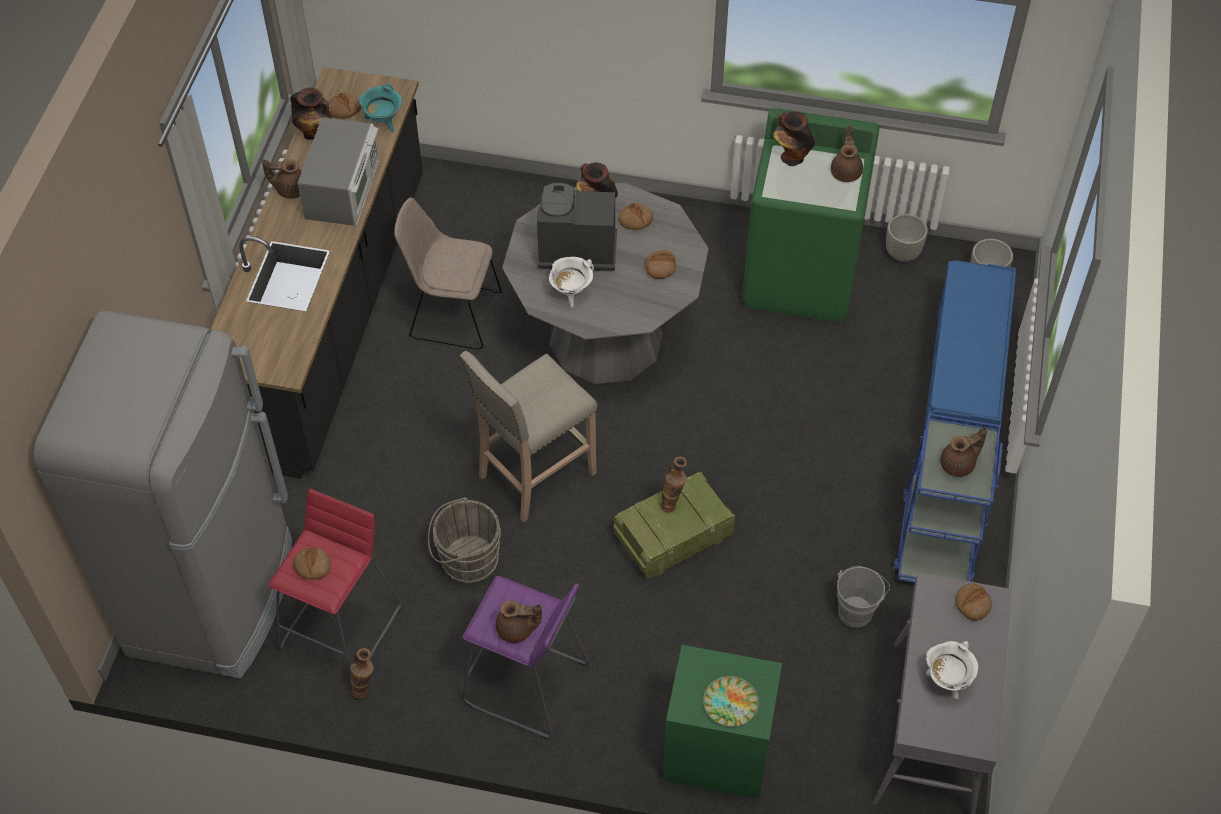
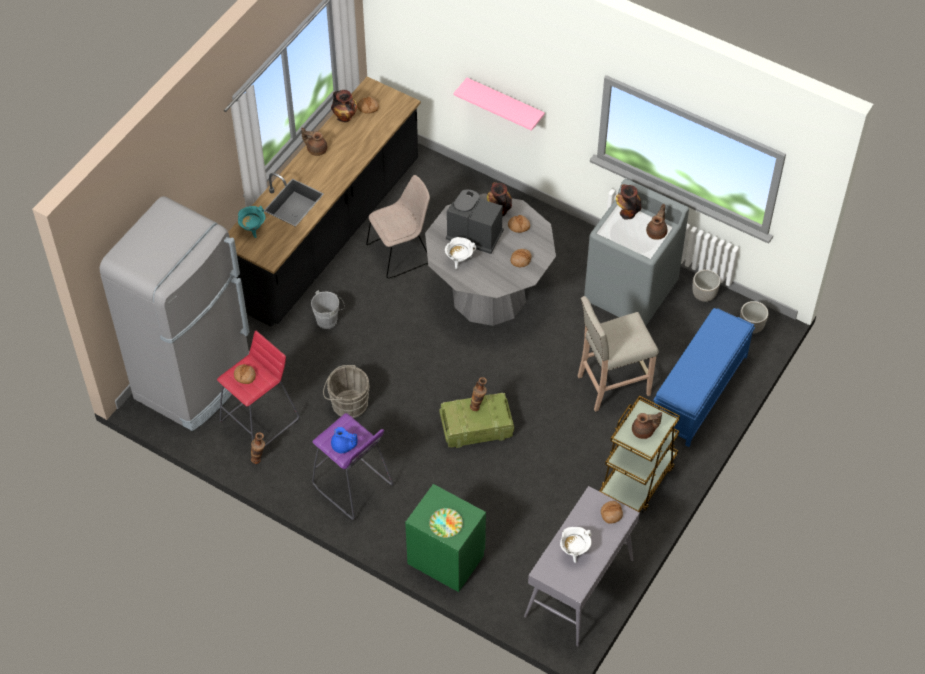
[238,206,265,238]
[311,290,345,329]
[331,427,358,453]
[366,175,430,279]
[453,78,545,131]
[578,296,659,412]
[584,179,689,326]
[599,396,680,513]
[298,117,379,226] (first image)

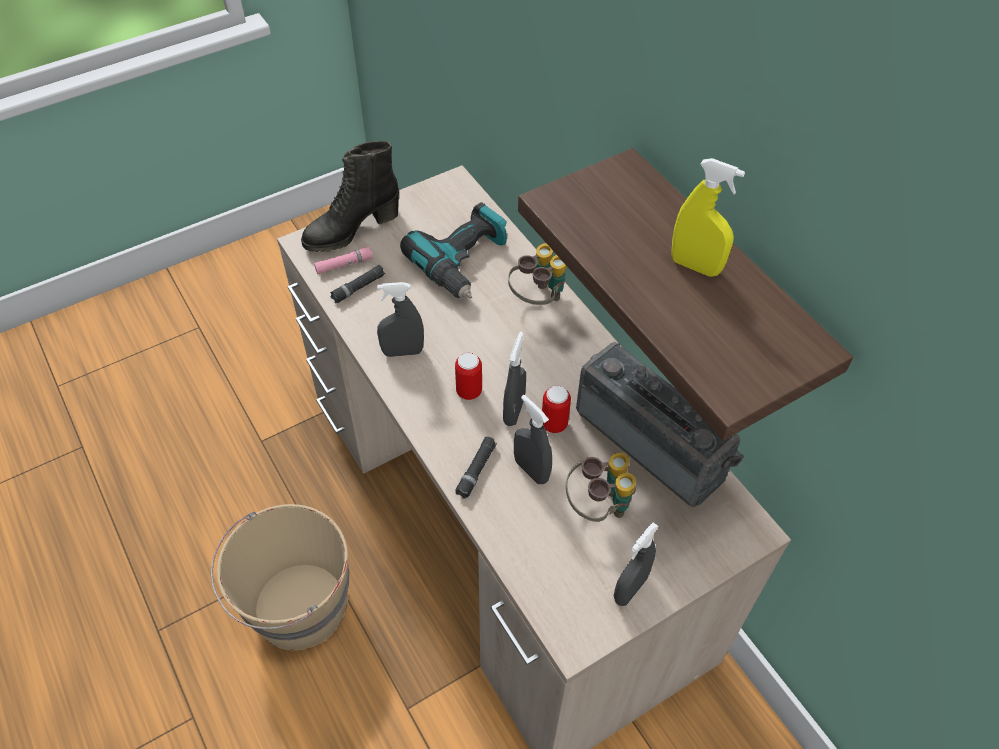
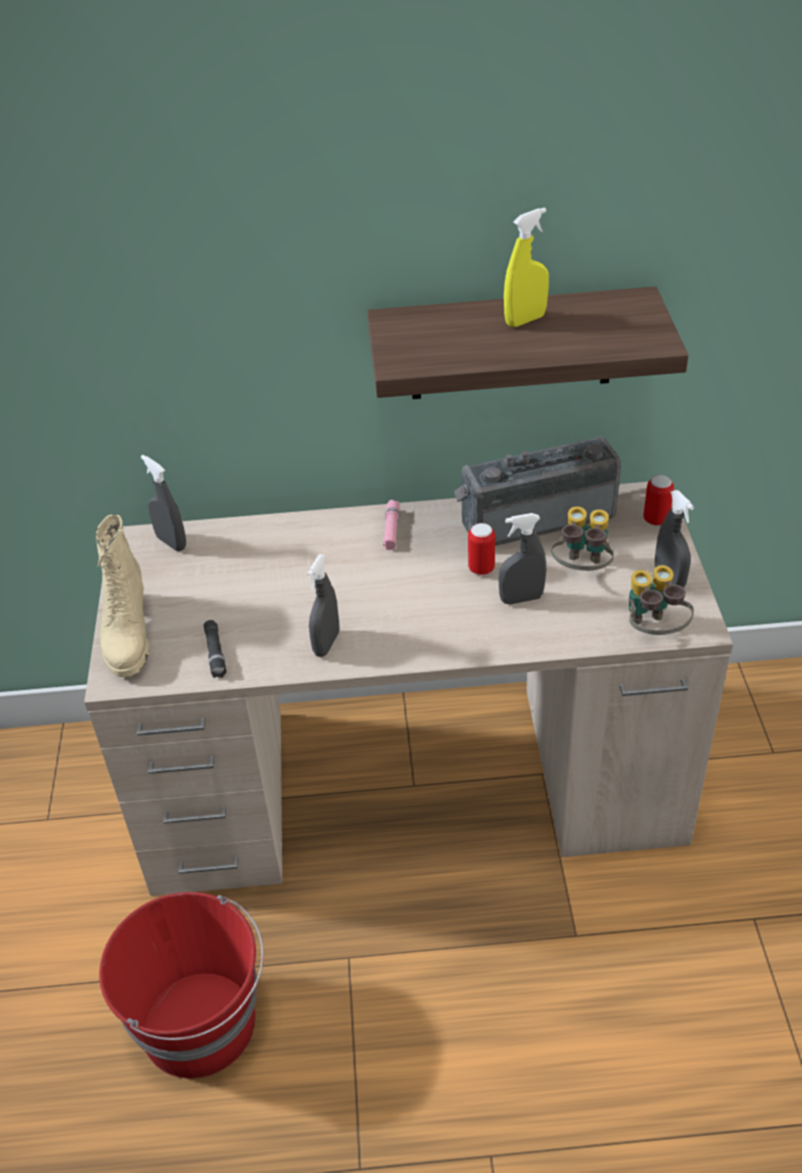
[96,514,150,677]
[99,892,264,1079]
[141,455,186,551]
[383,500,400,550]
[629,565,694,635]
[643,475,674,526]
[211,504,349,651] (first image)
[400,202,507,299] (first image)
[455,436,497,499] (first image)

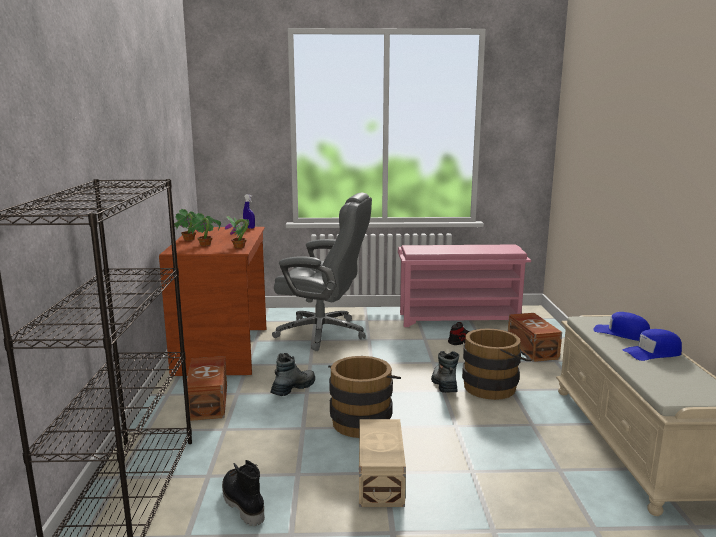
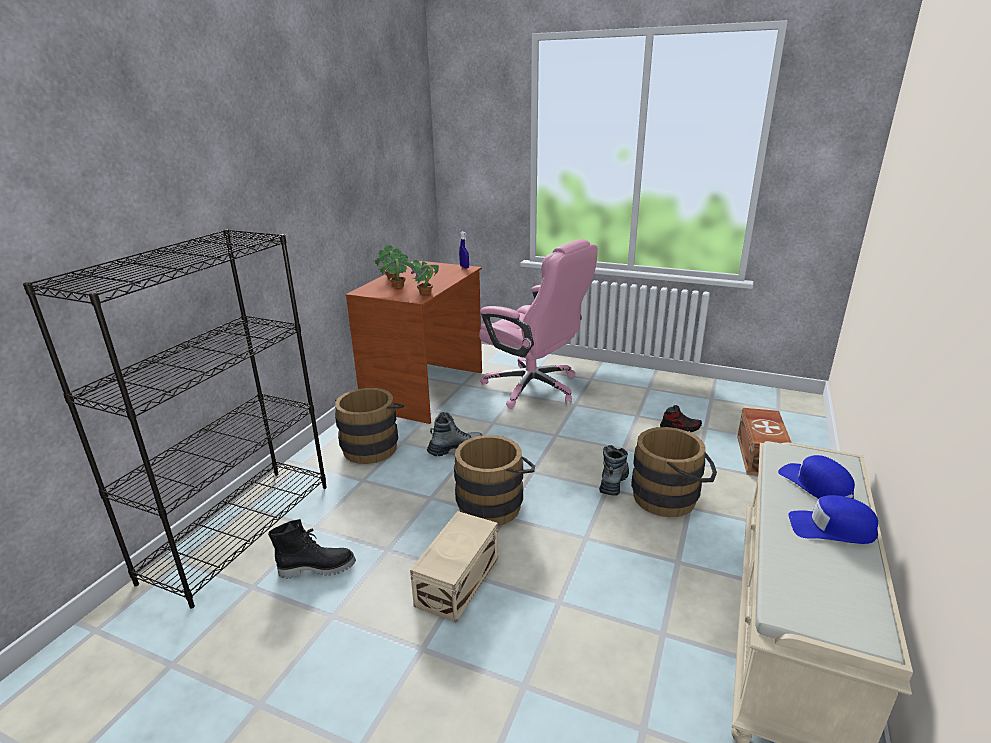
[268,519,356,579]
[335,388,404,464]
[479,239,598,409]
[398,245,531,327] (first image)

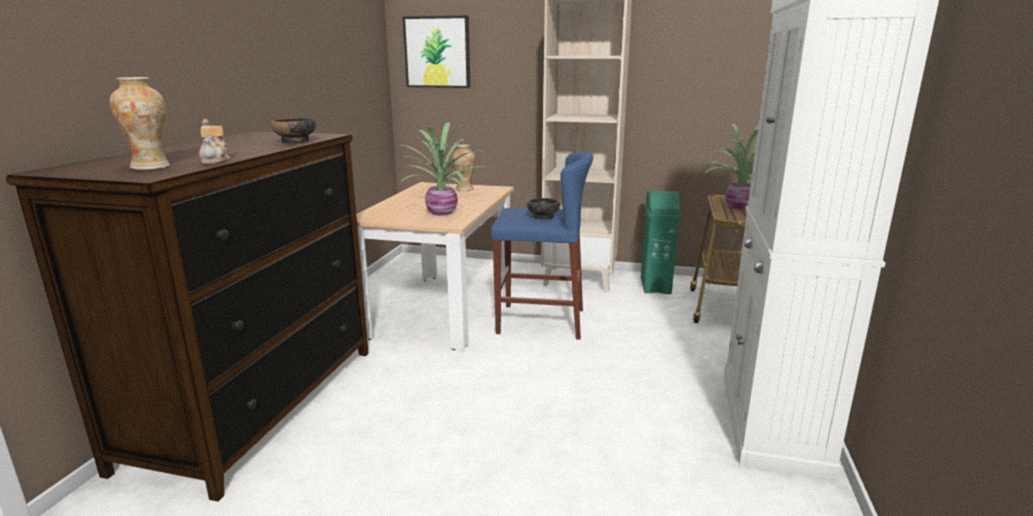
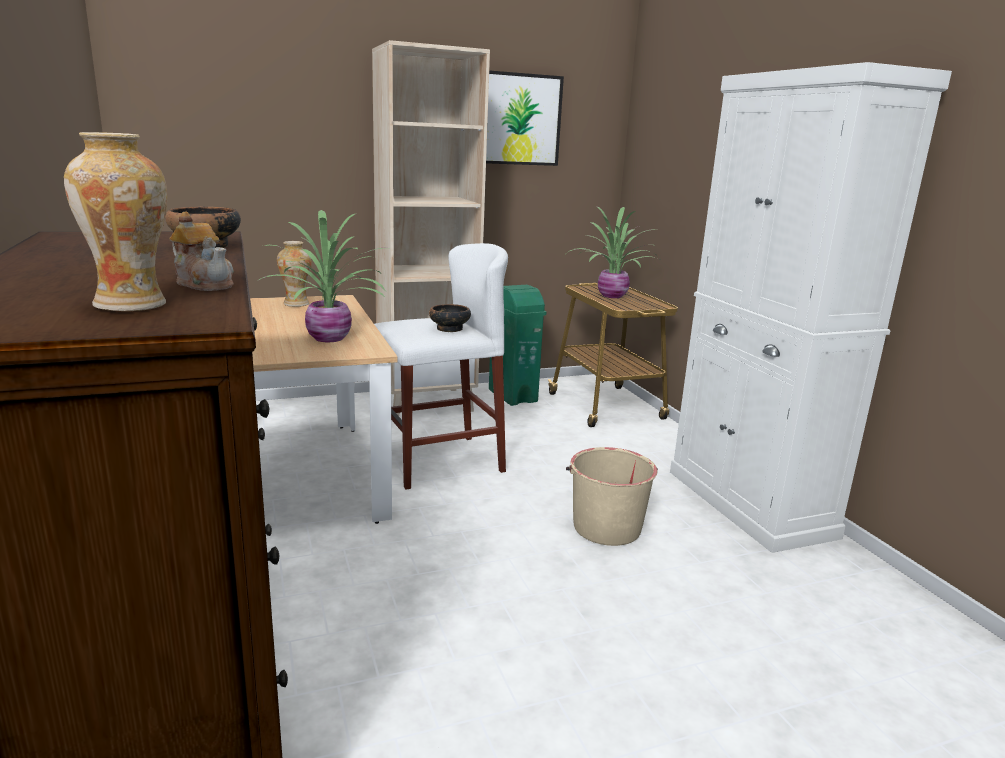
[374,243,508,490]
[486,70,564,166]
[566,447,658,546]

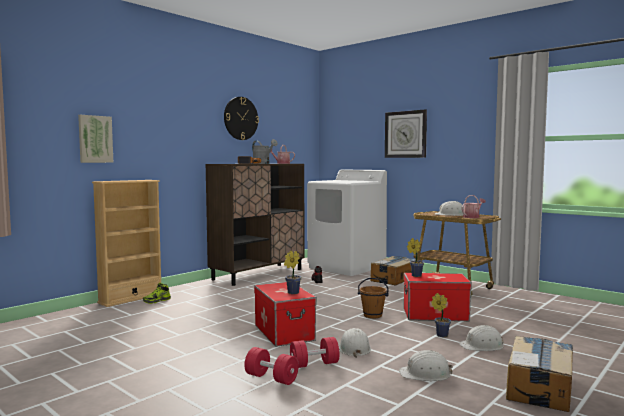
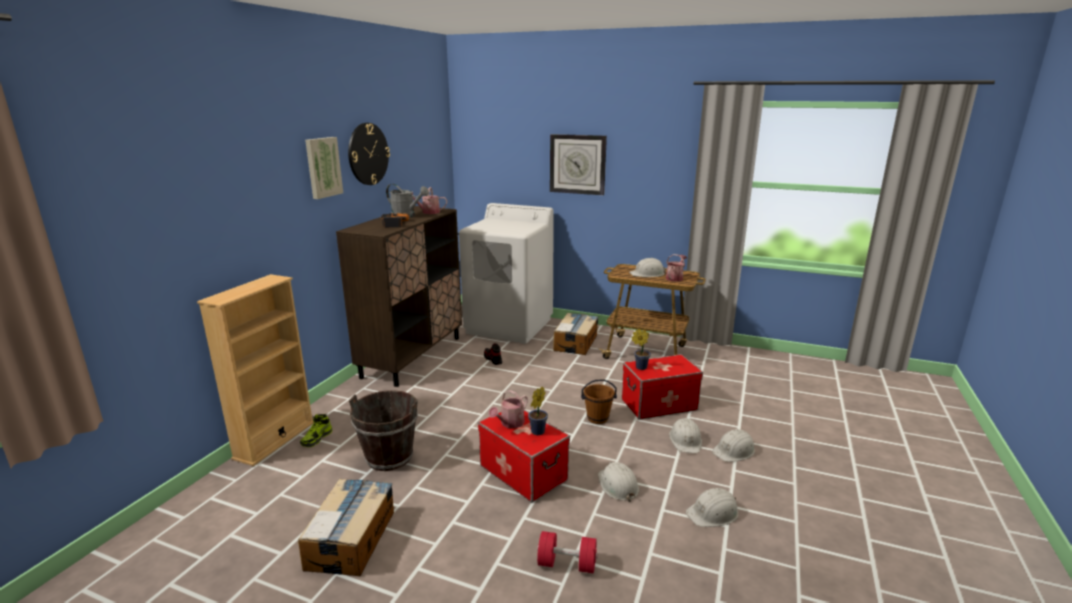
[298,479,394,576]
[305,137,343,199]
[349,390,418,471]
[489,390,528,428]
[669,418,702,453]
[290,337,339,368] (first image)

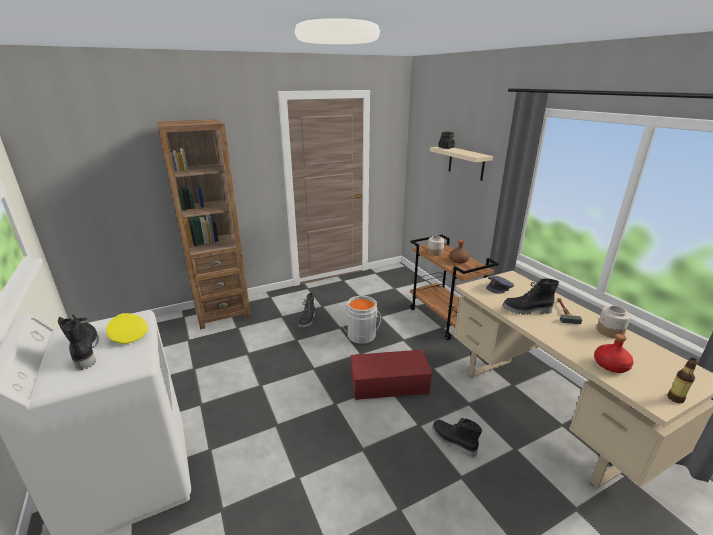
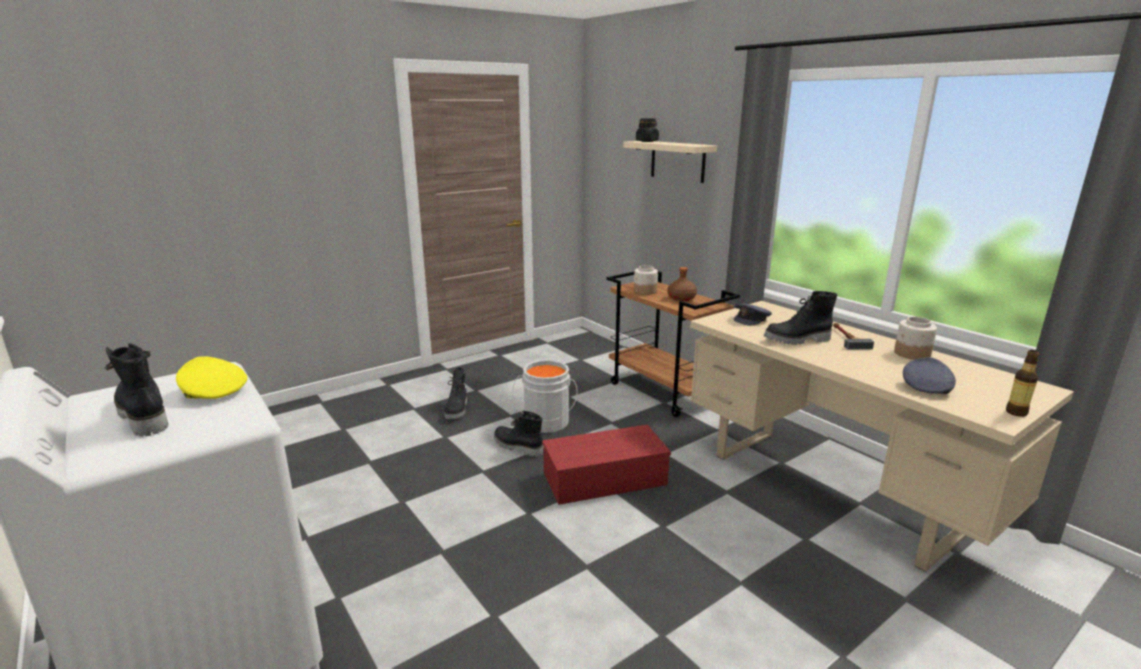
[494,411,543,457]
[903,357,956,394]
[157,119,251,330] (first image)

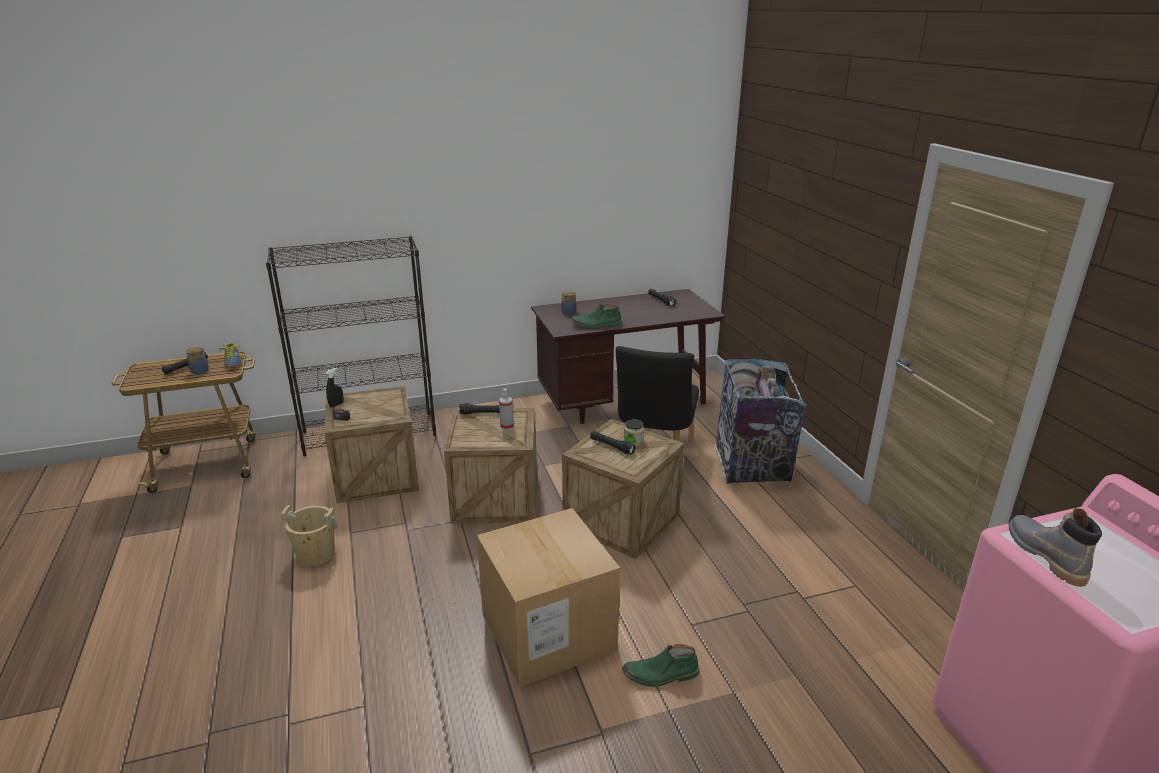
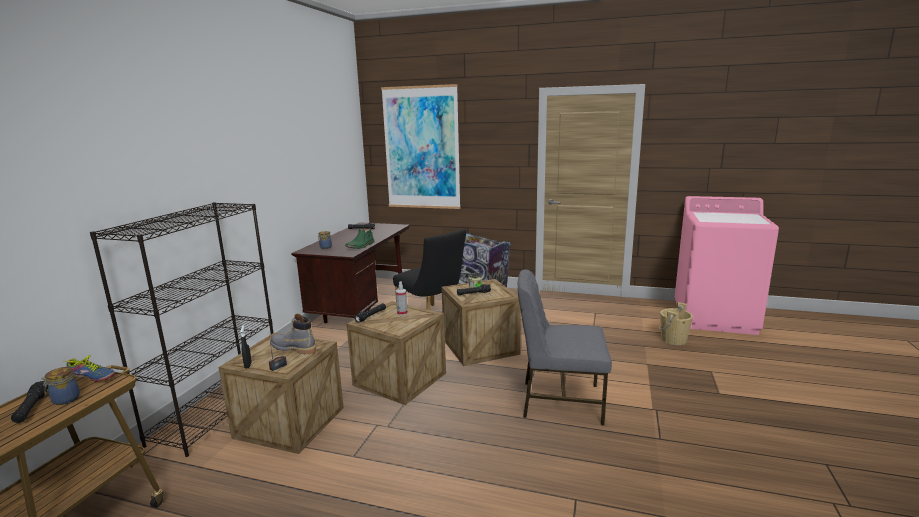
[270,314,316,354]
[381,84,461,209]
[518,269,612,425]
[659,302,693,345]
[622,644,699,687] (first image)

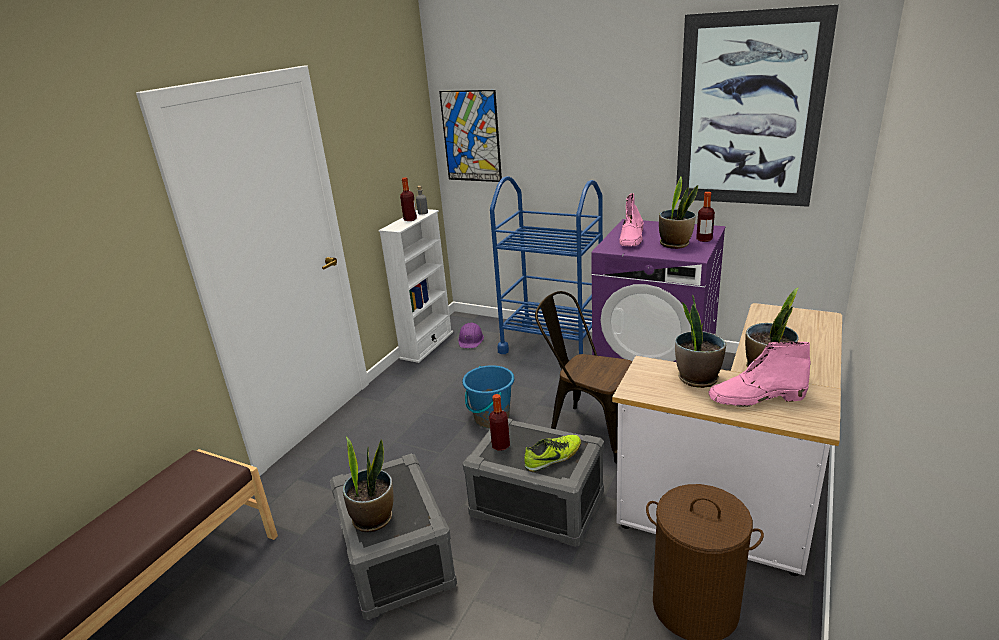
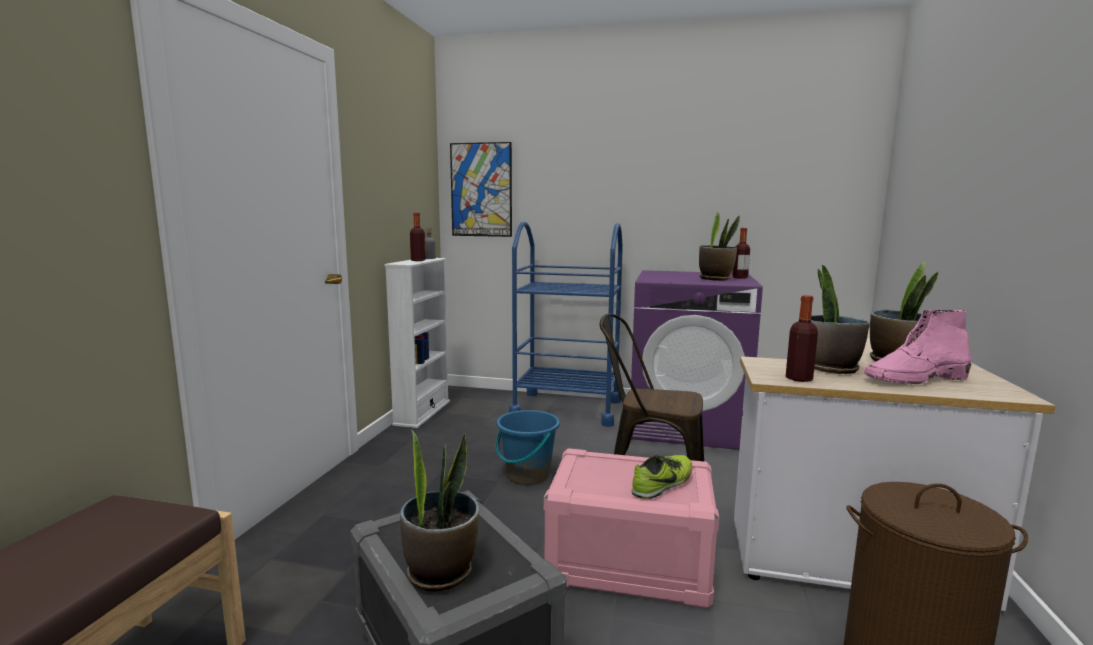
[544,448,719,608]
[786,295,818,382]
[458,323,484,348] (first image)
[619,193,643,246] (first image)
[676,4,839,207] (first image)

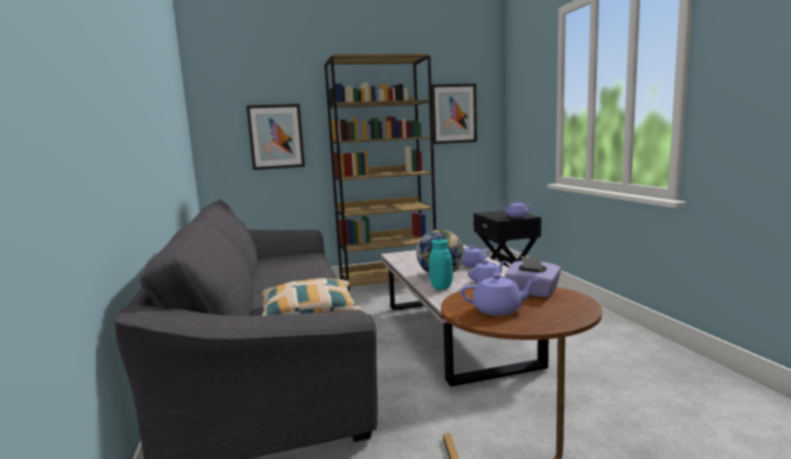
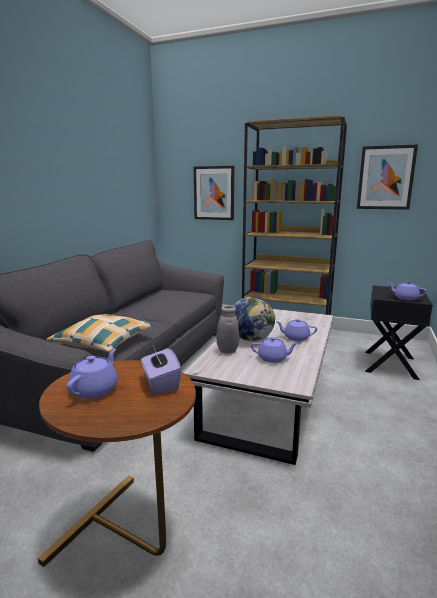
[66,349,118,399]
[216,306,239,354]

